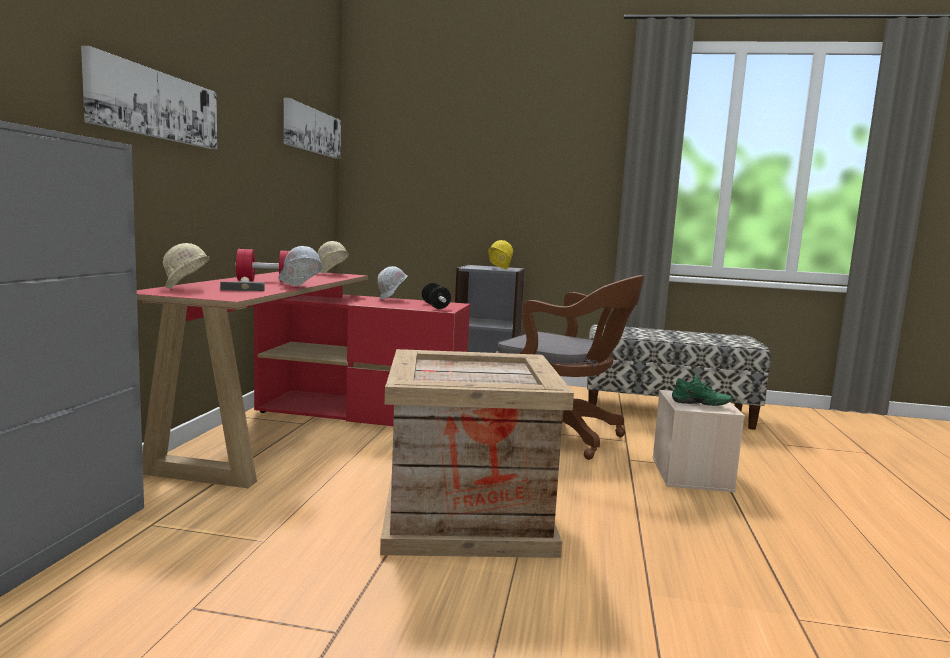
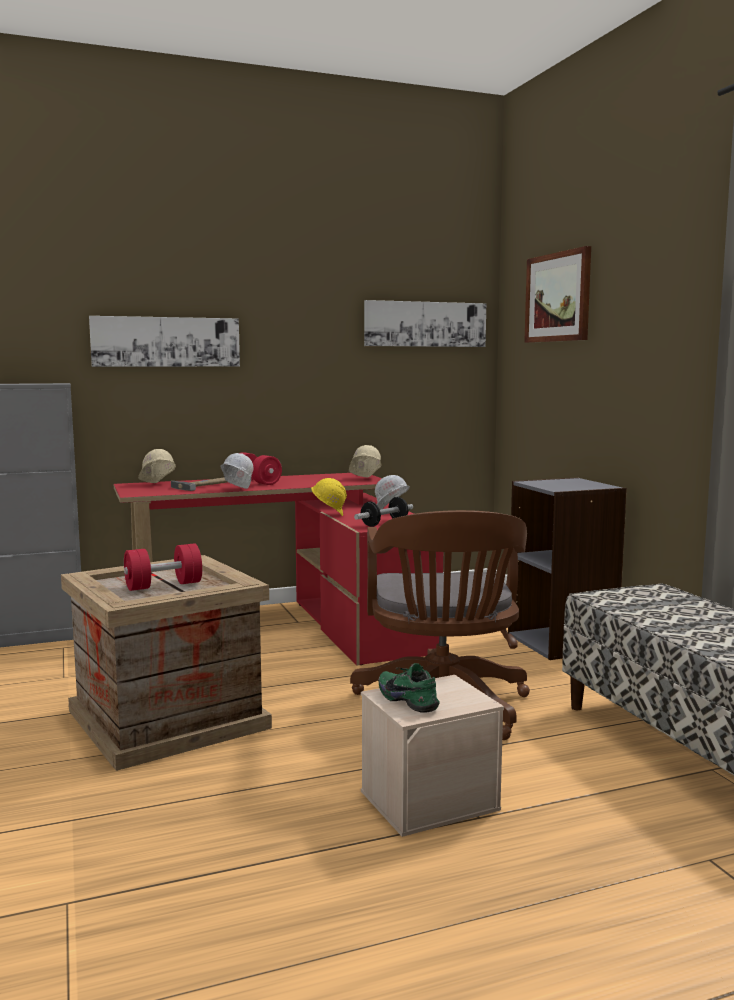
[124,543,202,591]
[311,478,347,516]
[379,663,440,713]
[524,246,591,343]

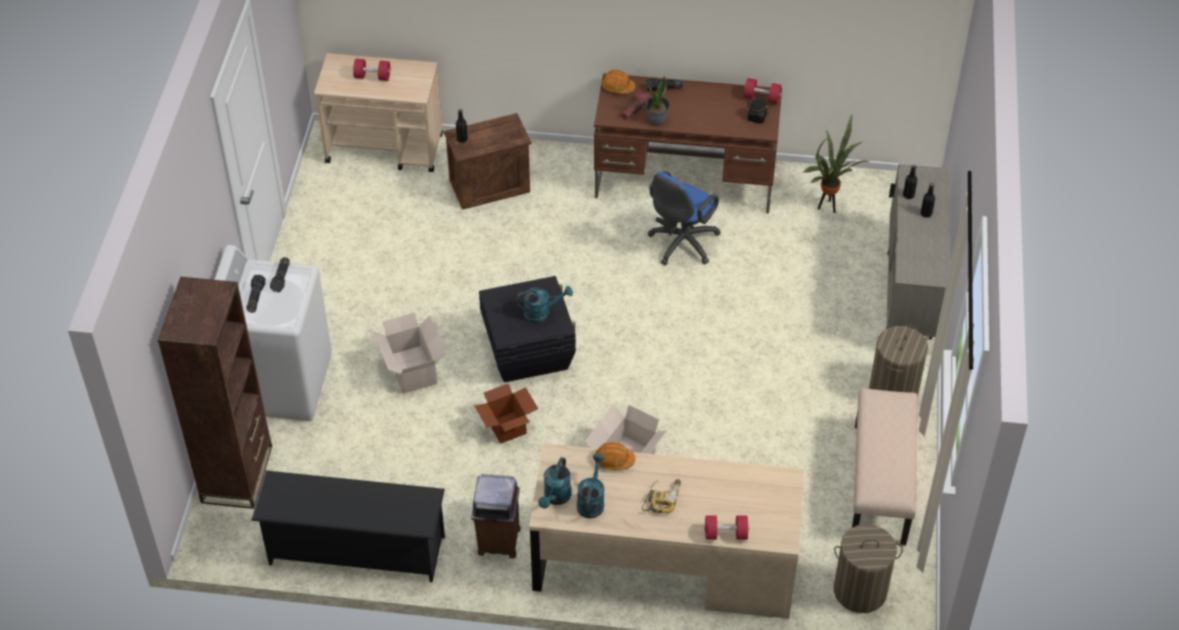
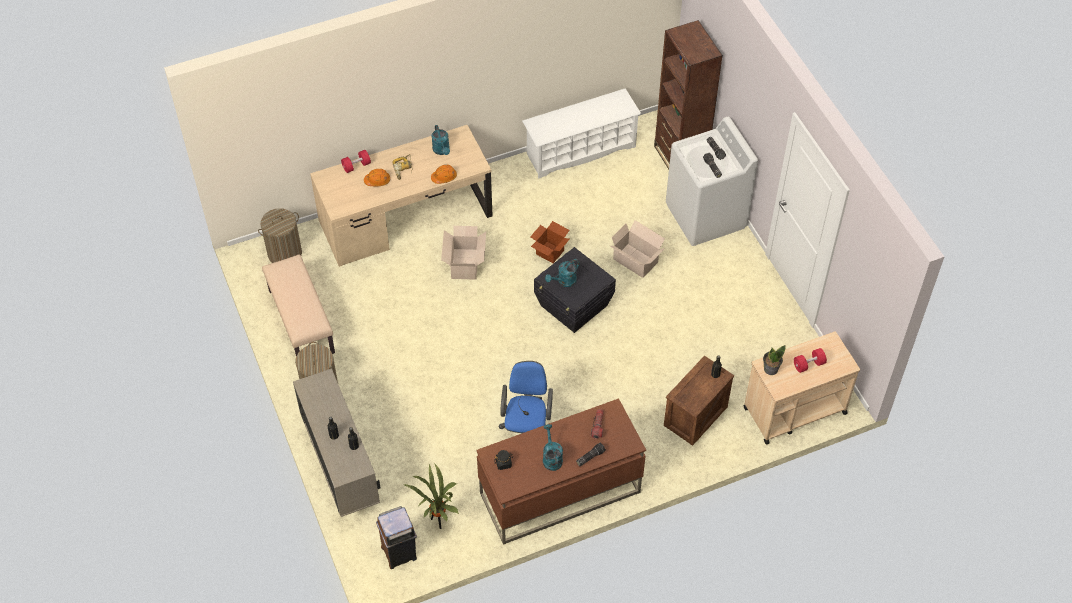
[364,169,390,186]
[376,506,417,569]
[522,88,641,178]
[543,424,563,471]
[763,345,786,375]
[744,78,782,104] (first image)

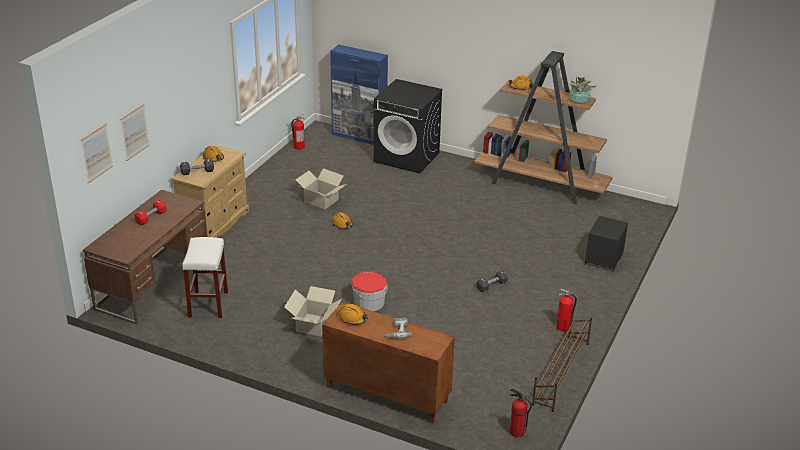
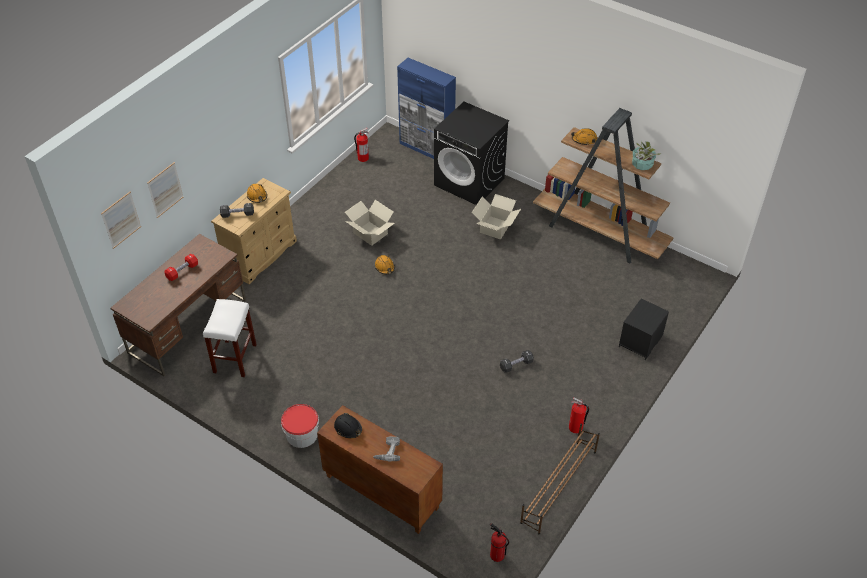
[281,404,319,448]
[334,413,362,439]
[472,194,521,240]

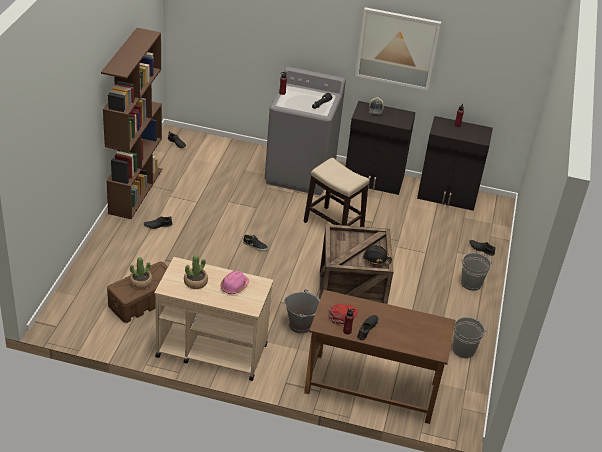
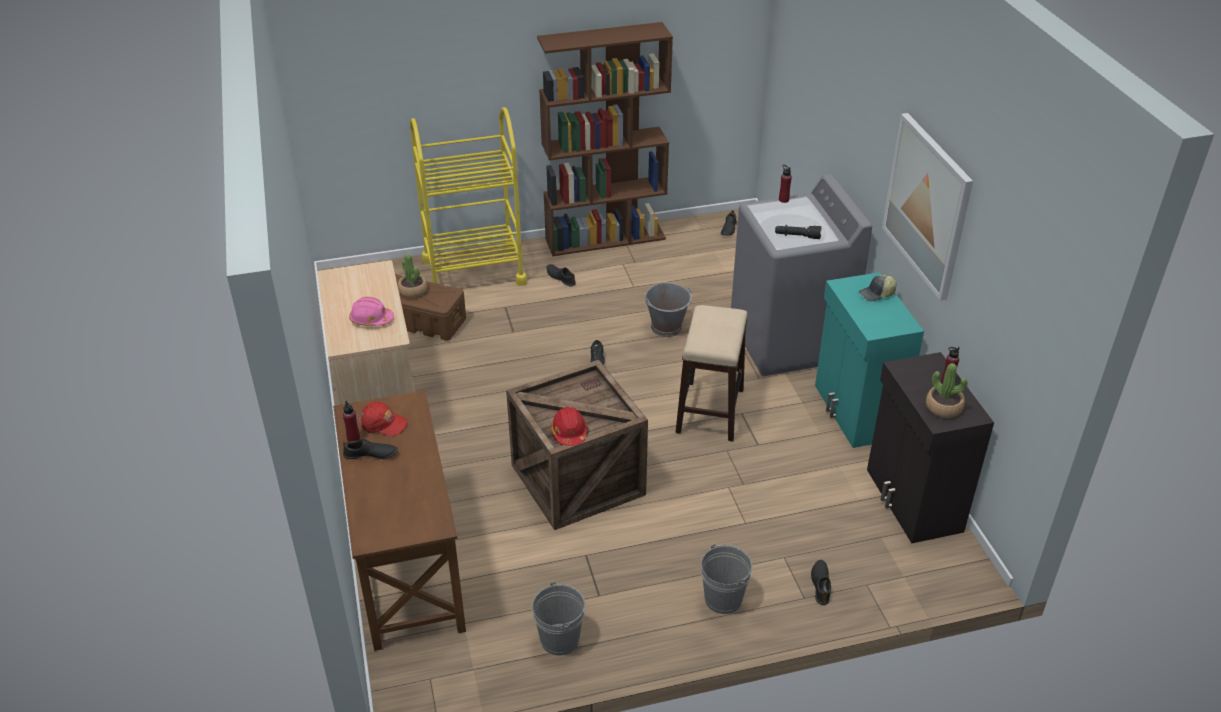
[410,107,527,286]
[551,407,587,446]
[644,282,692,337]
[815,272,924,448]
[926,363,967,418]

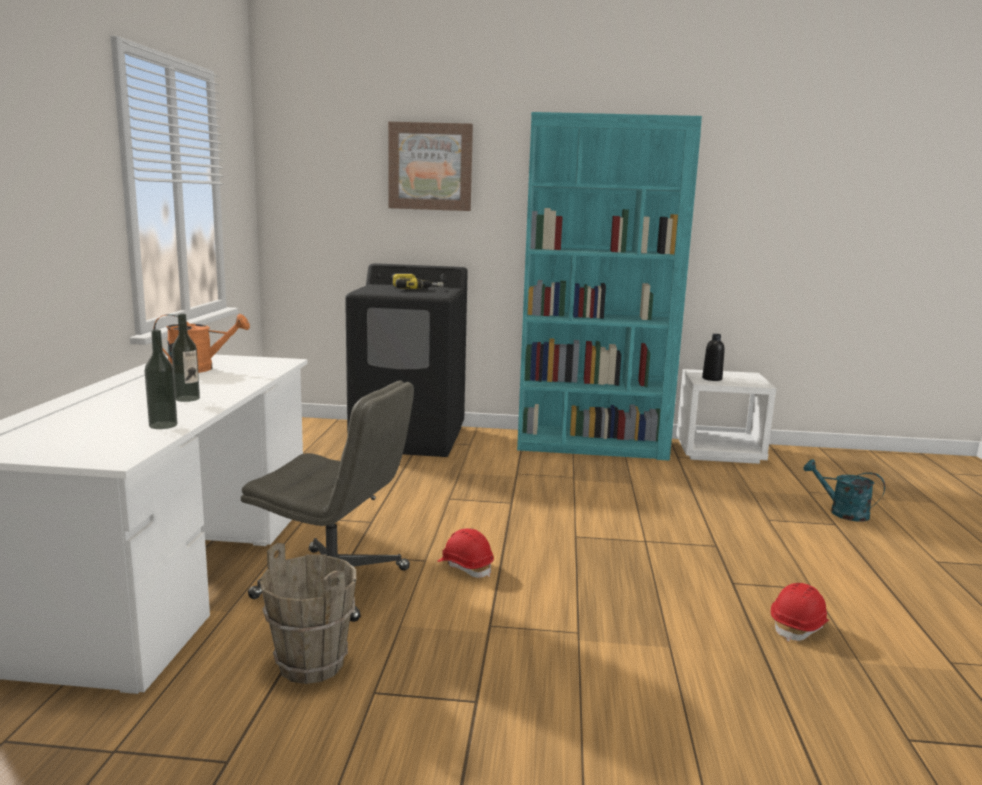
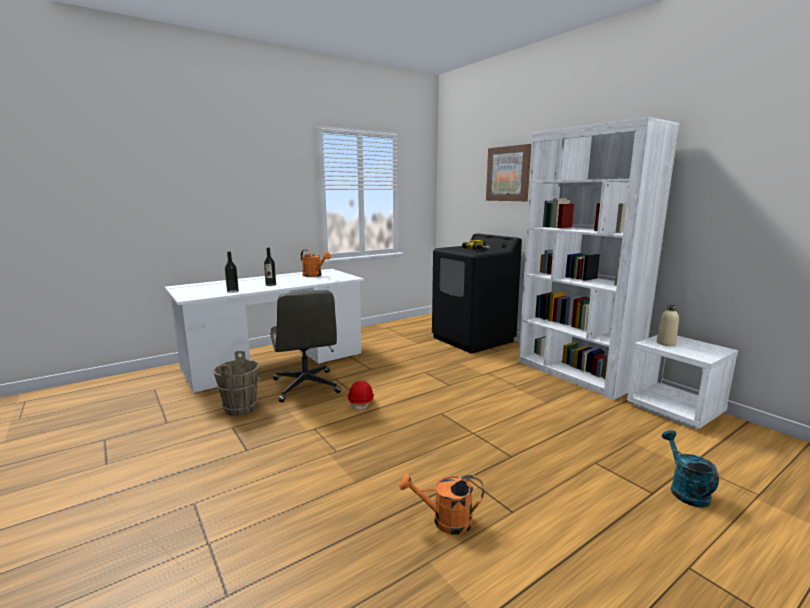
[399,473,484,535]
[518,117,679,400]
[657,305,679,346]

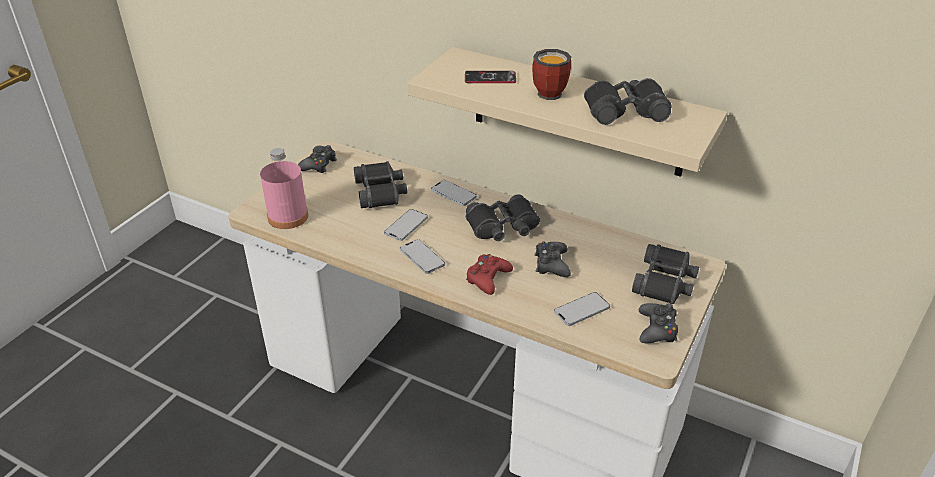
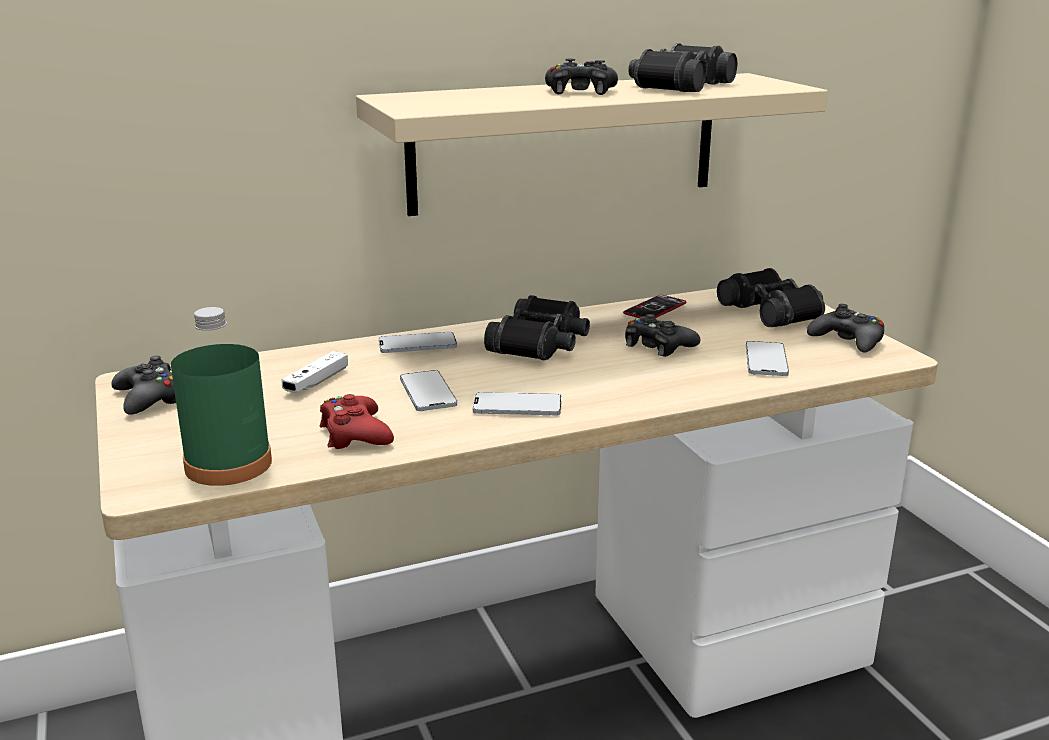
[171,307,272,486]
[282,351,348,393]
[320,394,394,449]
[545,59,618,95]
[623,295,687,318]

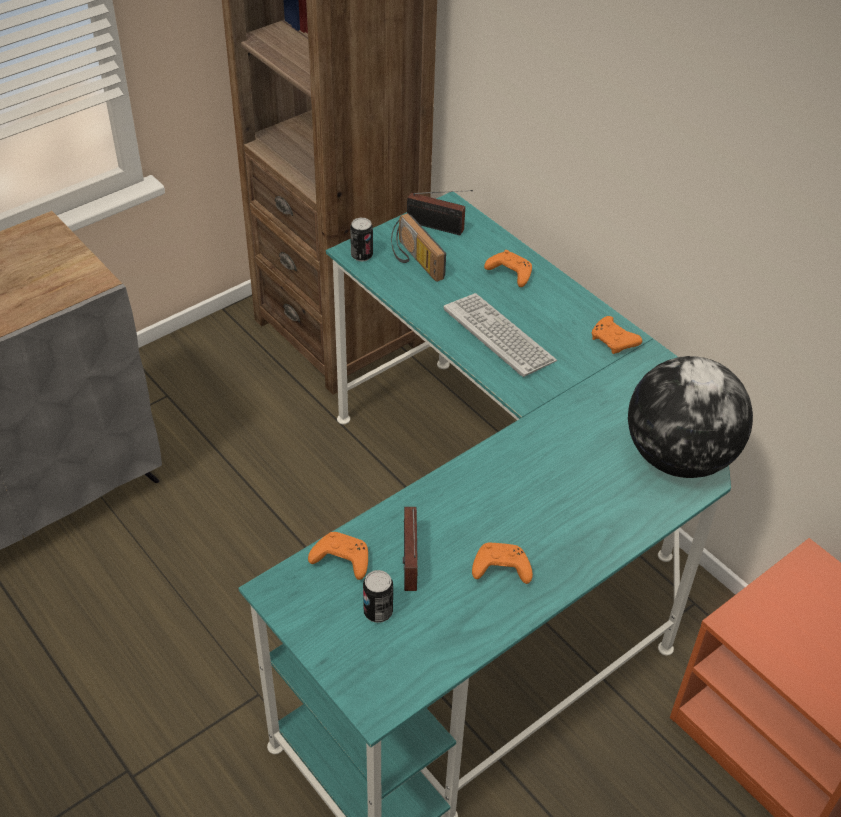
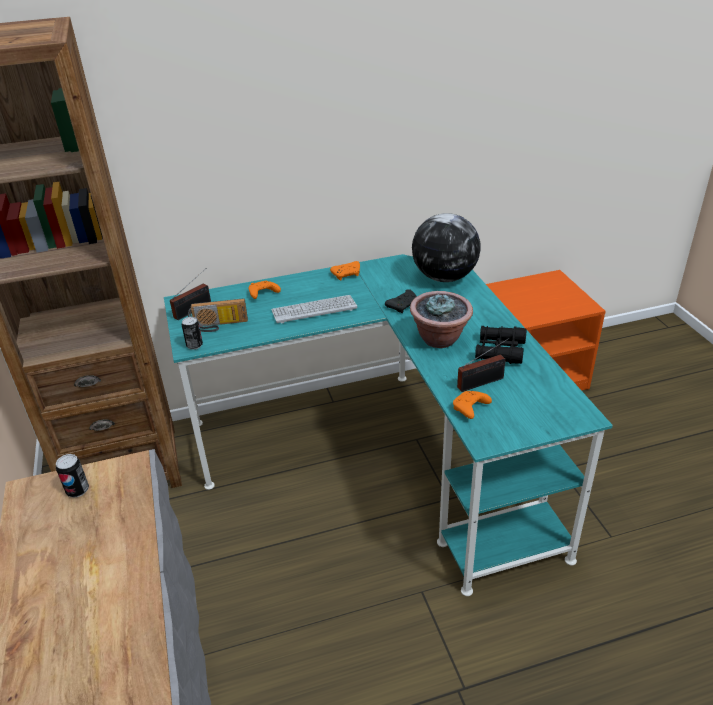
[56,454,89,497]
[385,289,417,313]
[410,291,473,348]
[457,338,509,392]
[475,326,527,364]

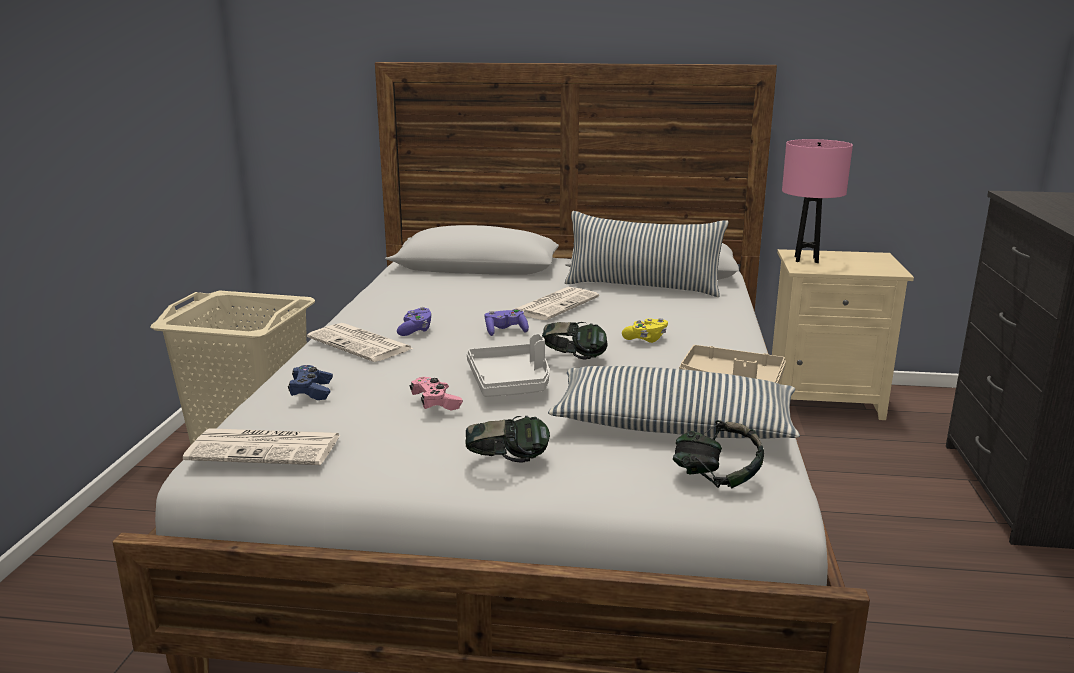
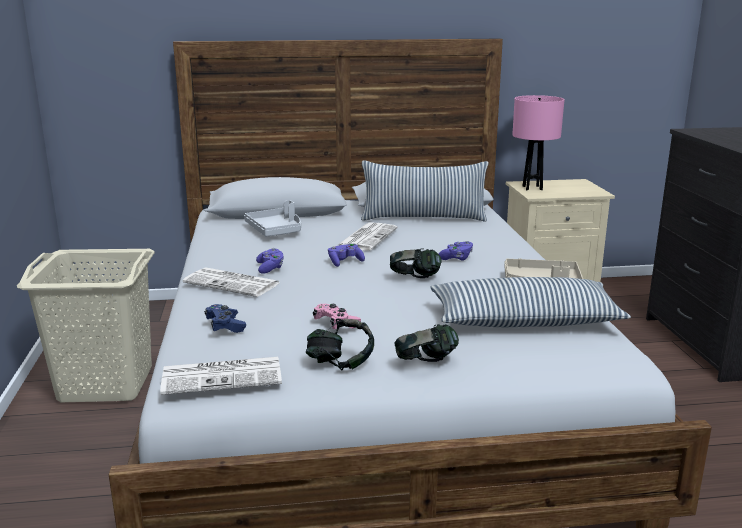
[244,200,301,236]
[306,319,374,370]
[439,241,473,261]

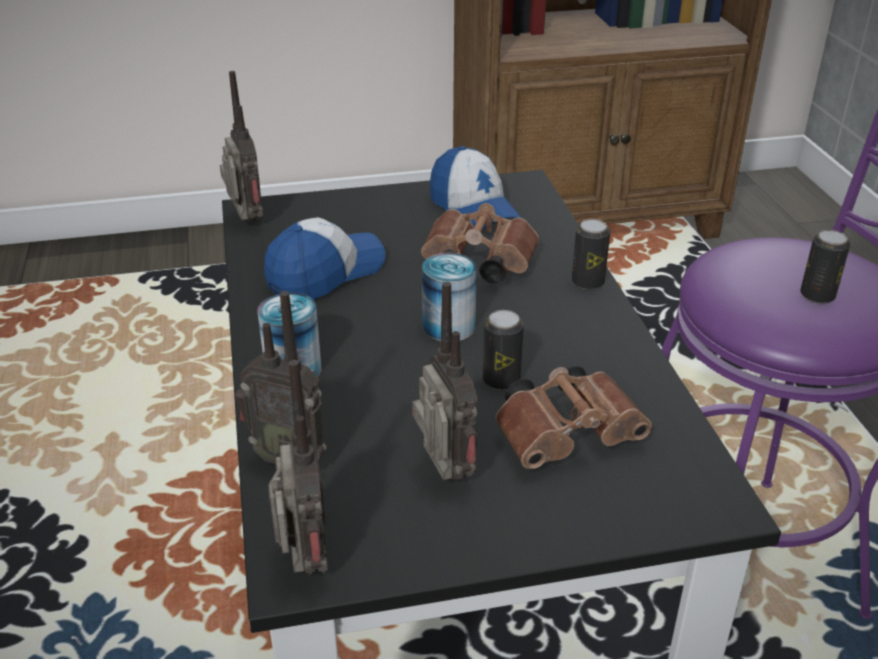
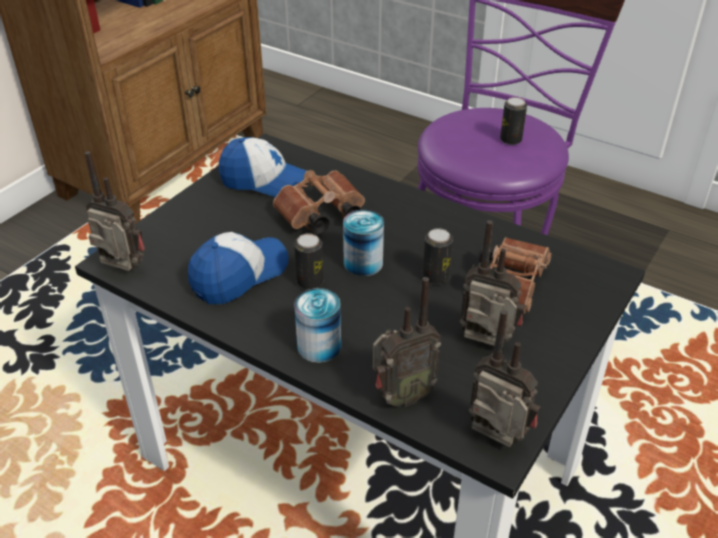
[188,232,289,304]
[294,233,324,290]

